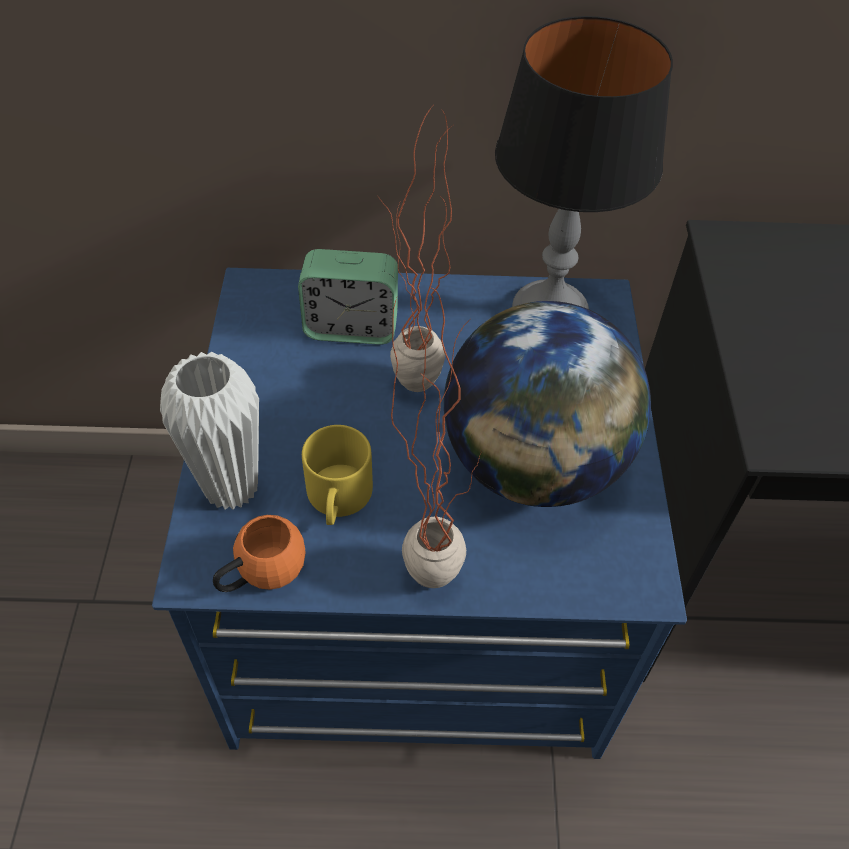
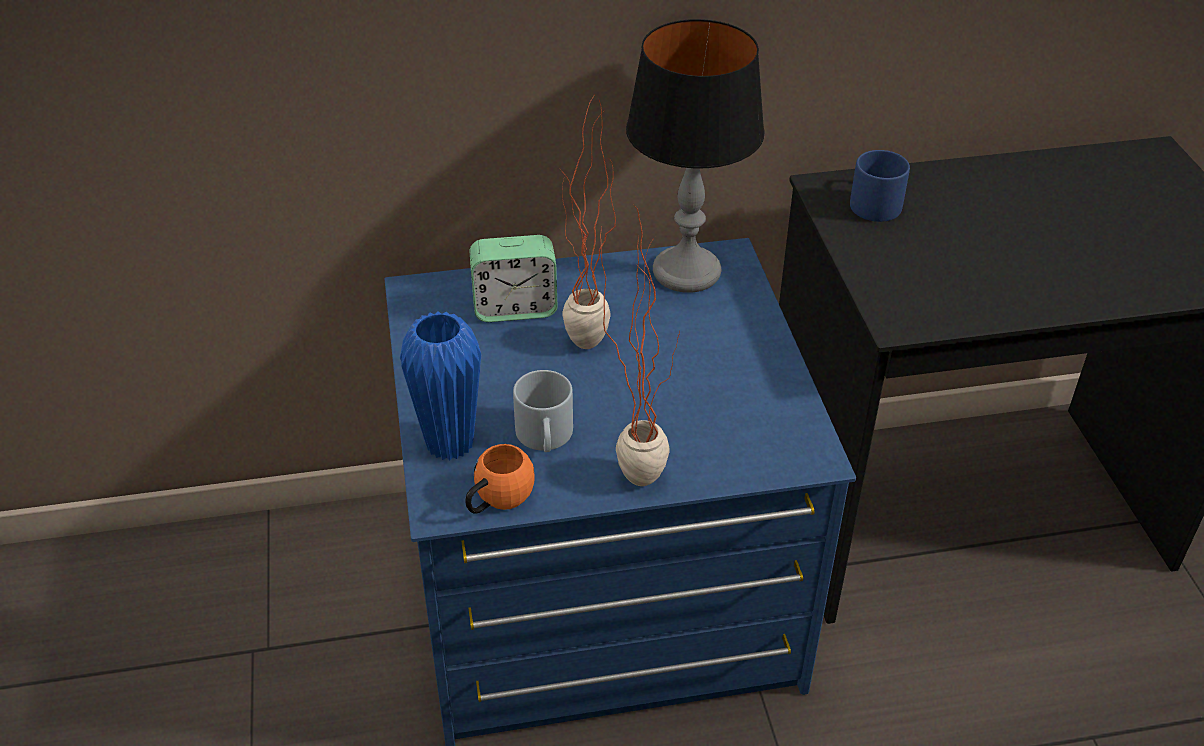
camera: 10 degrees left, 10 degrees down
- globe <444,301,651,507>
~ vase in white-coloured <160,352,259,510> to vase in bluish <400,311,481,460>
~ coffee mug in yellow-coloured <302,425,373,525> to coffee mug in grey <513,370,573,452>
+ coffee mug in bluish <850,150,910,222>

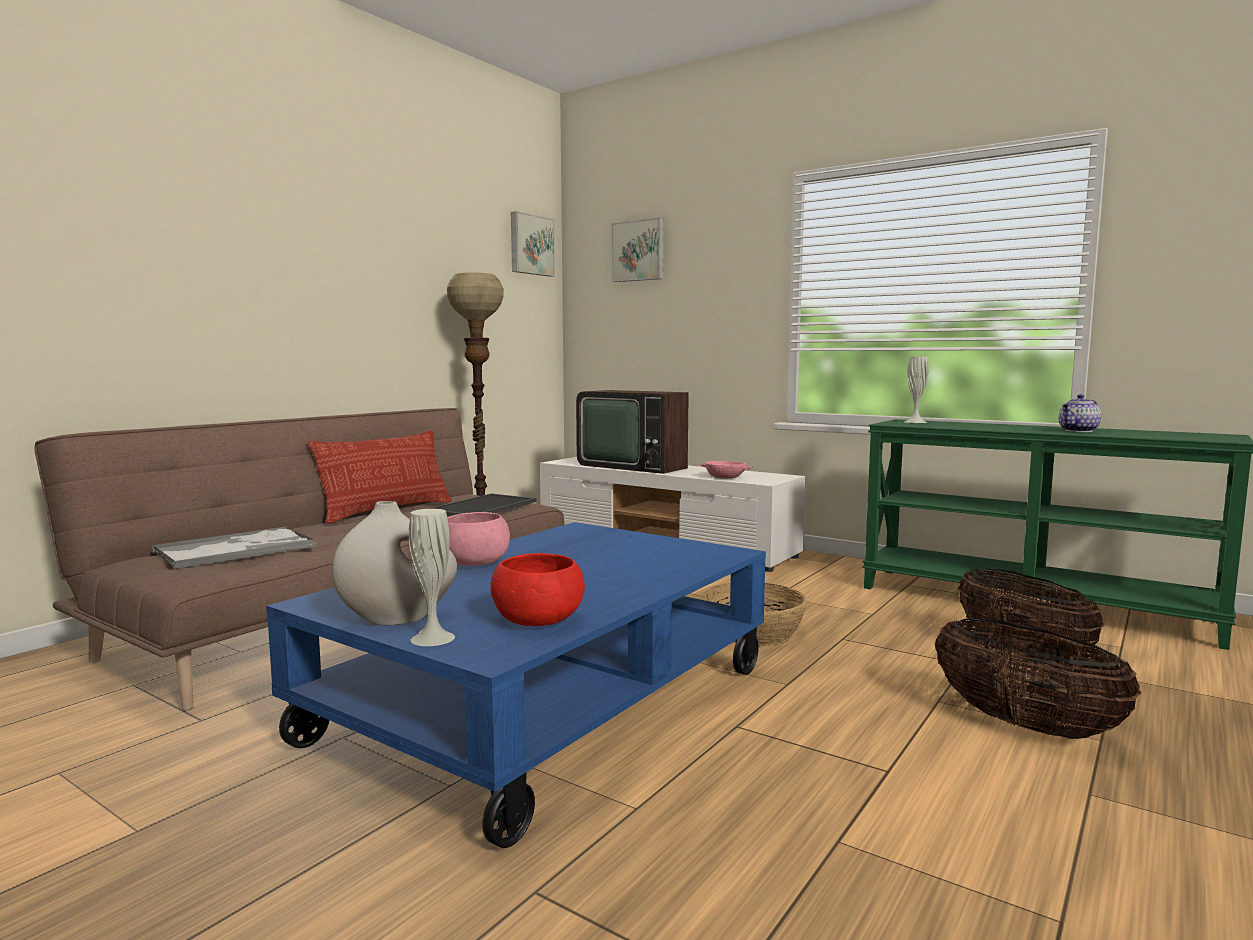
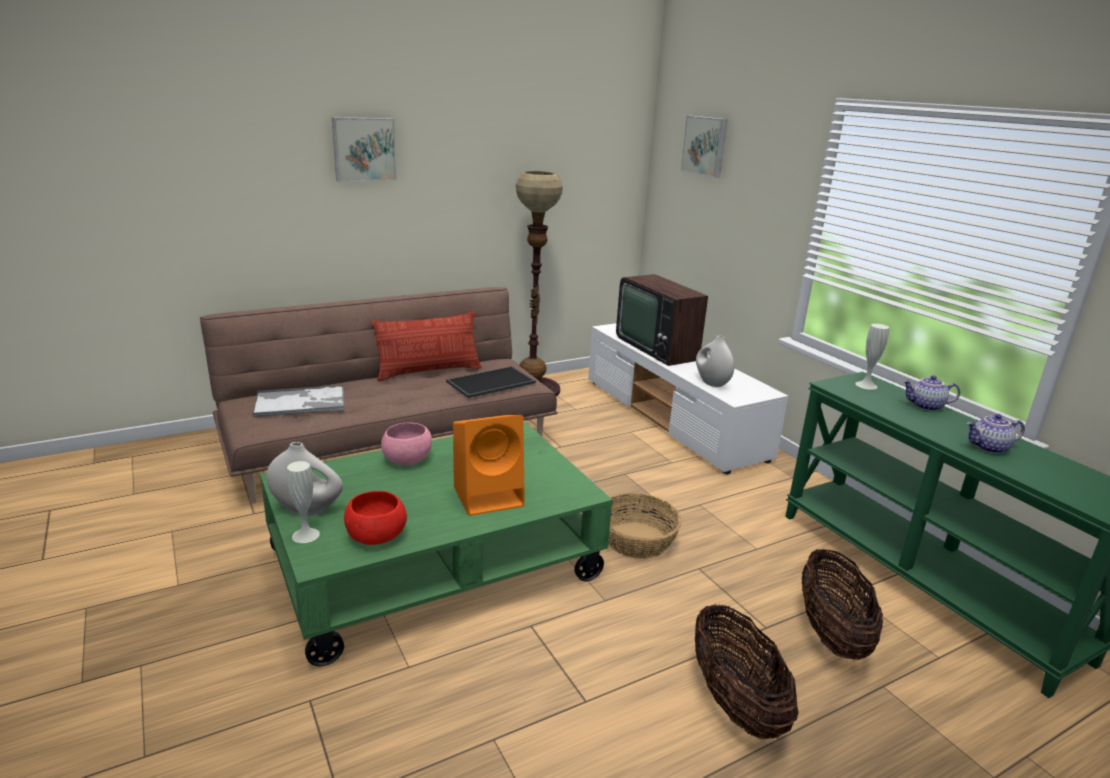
camera: 25 degrees right, 15 degrees up
~ picture <511,211,555,277> to <332,117,397,182>
~ deep dish in pinkish <700,461,753,479> to vase in white-coloured <696,335,734,387>
~ low table in bluish <266,522,766,848> to low table in greenish <260,422,612,666>
+ pot for tea <903,376,960,411>
+ speaker in orangey <453,415,525,516>

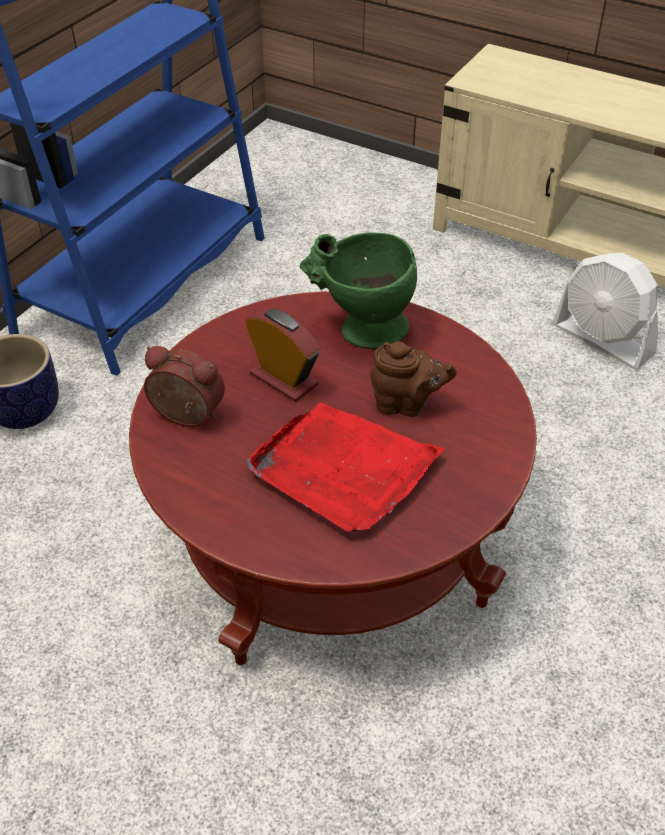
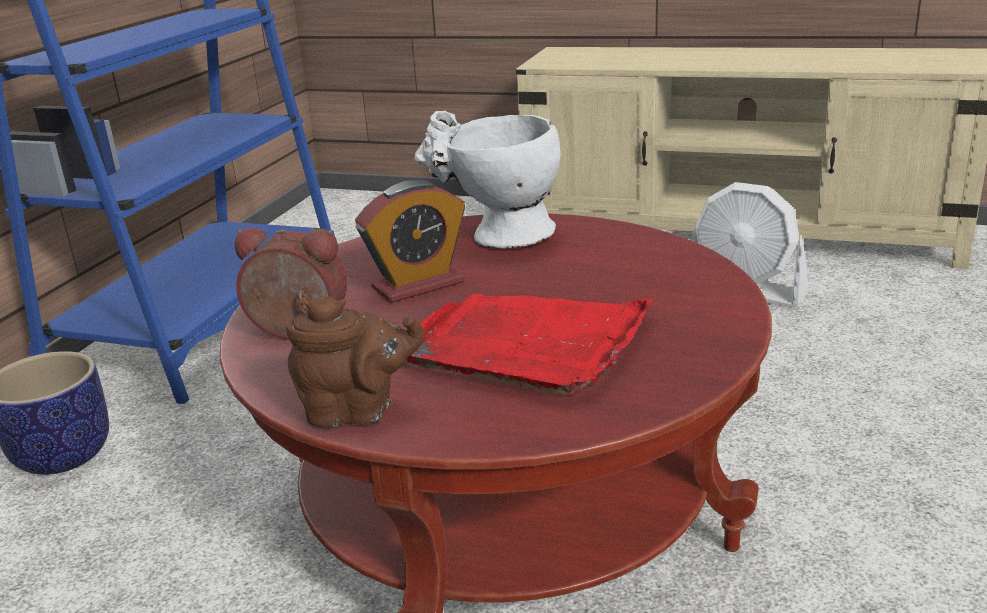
camera: 10 degrees left, 20 degrees down
~ vase in greenish <300,232,417,349> to vase in white-coloured <414,111,561,249>
~ table clock <245,308,320,402> = <355,180,465,303> 120 degrees clockwise
~ pot for tea in brownish <370,341,457,417> to <286,296,425,427>

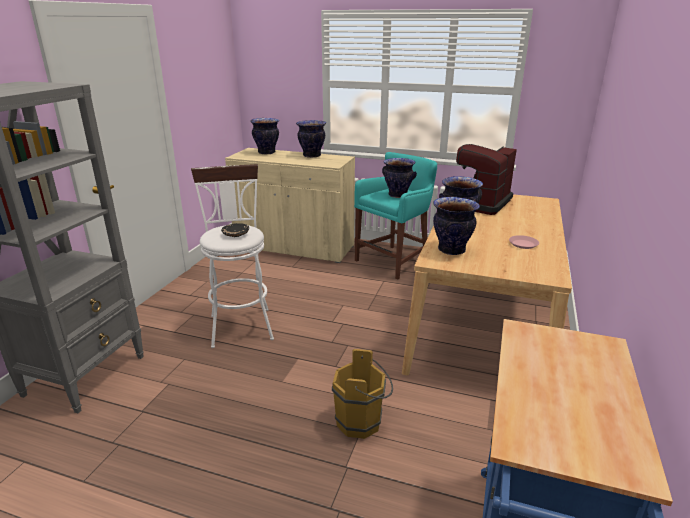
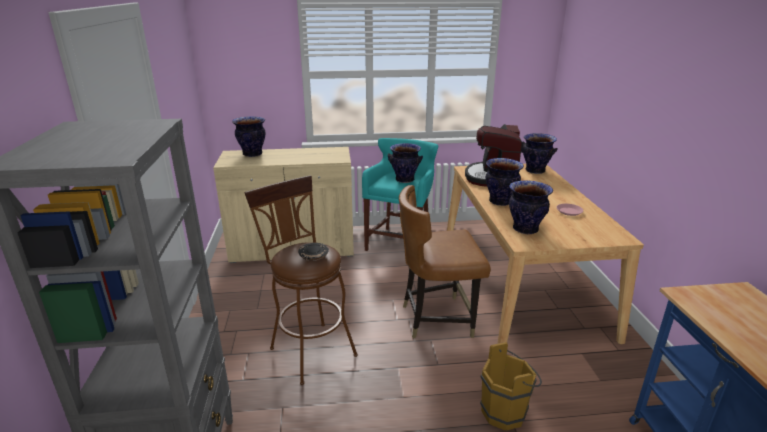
camera: 25 degrees left, 0 degrees up
~ vase <296,120,326,158> to <521,133,558,174>
~ stool seat in white-coloured <191,164,274,348> to stool seat in brownish <244,175,358,385>
+ chair in brownish <399,185,491,339>

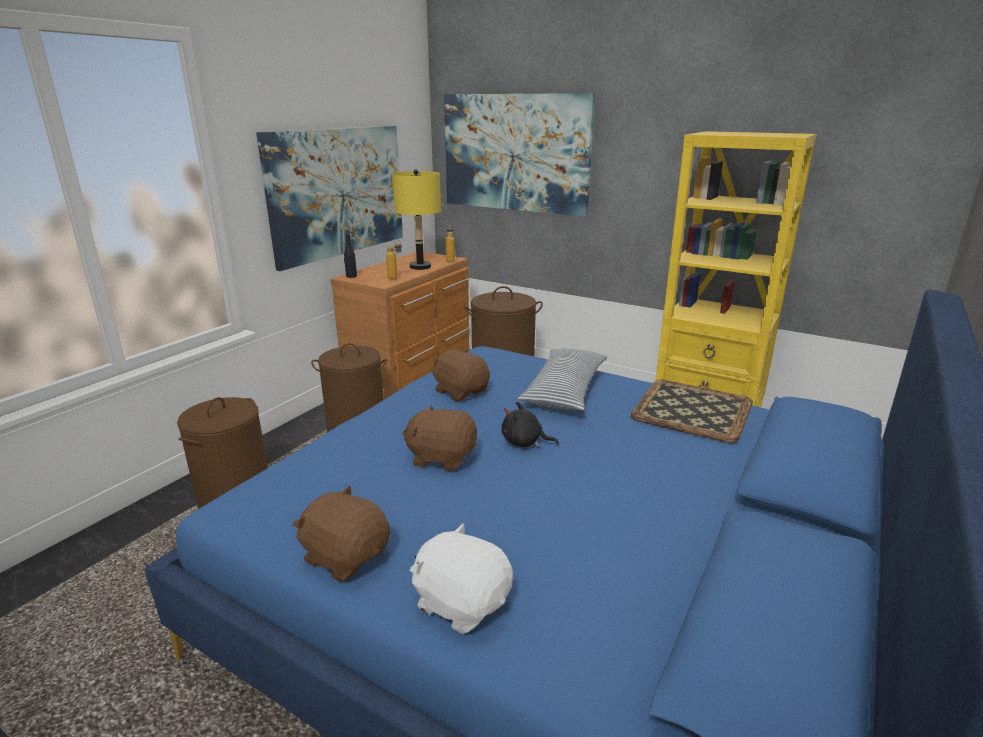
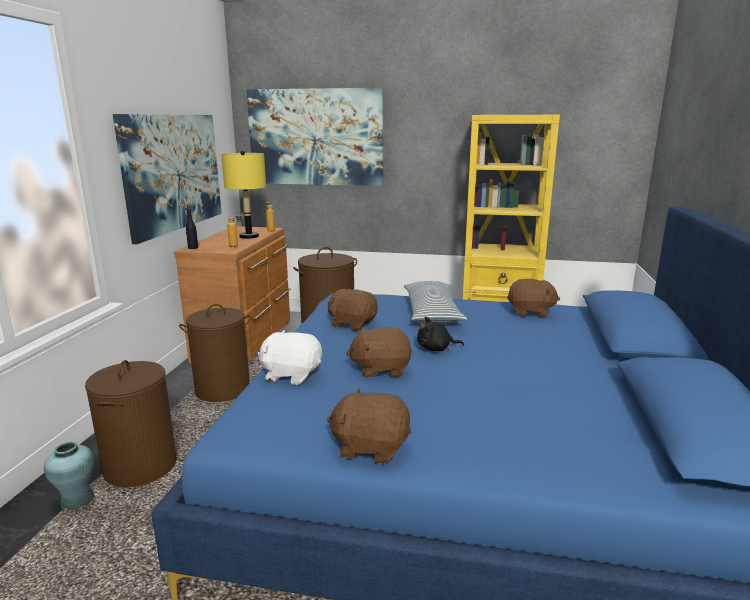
camera: 20 degrees left, 5 degrees down
~ tray <630,379,753,443> to cuddly toy in brownish <507,279,560,317>
~ cuddly toy in white-coloured <410,524,513,634> to <258,330,322,385>
+ vase in turquoise-coloured <44,442,94,509>

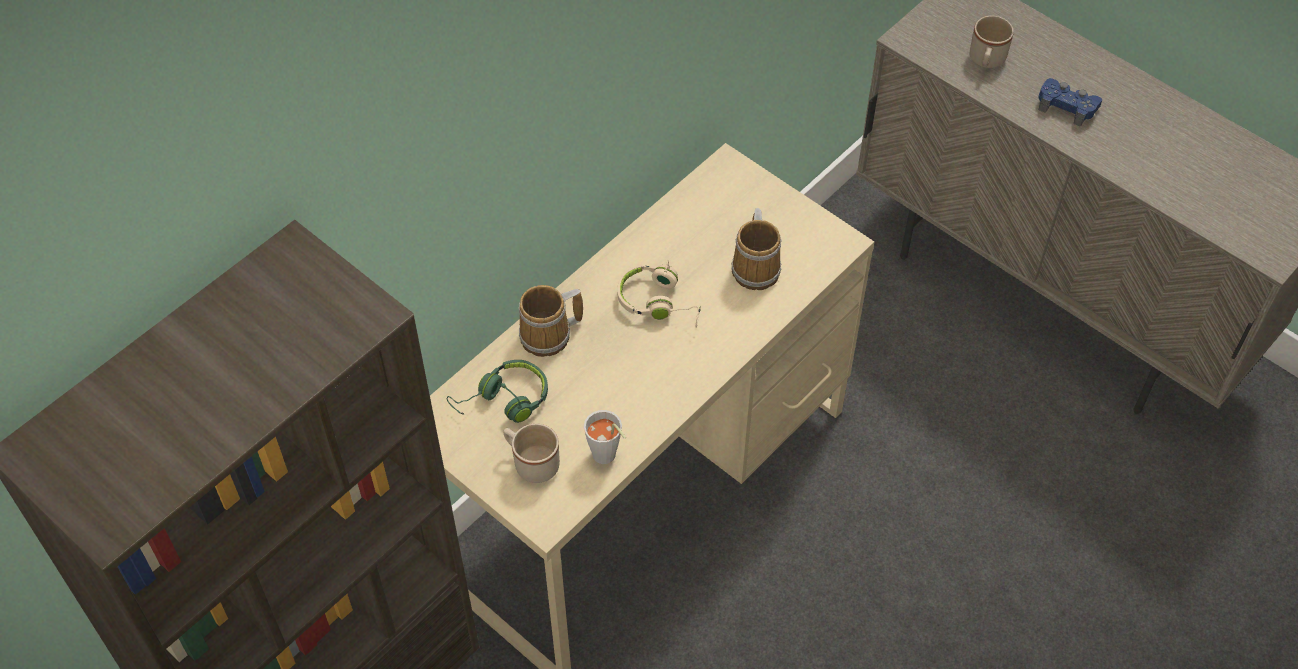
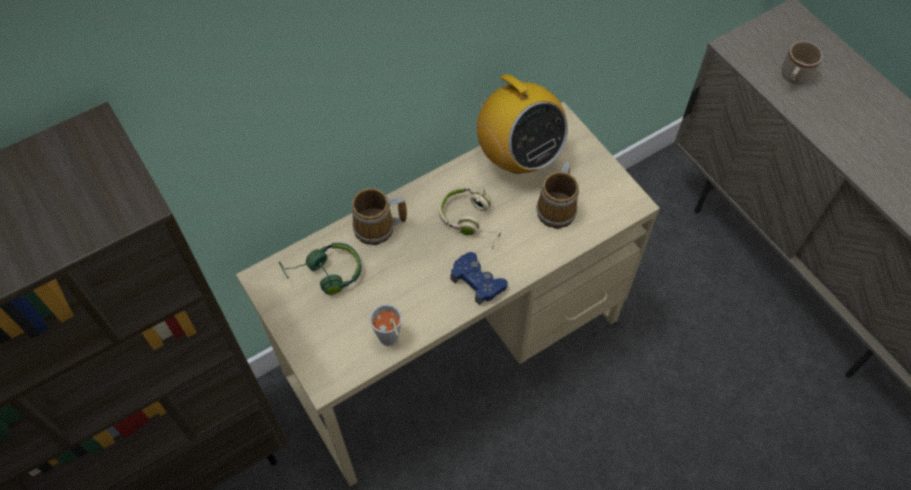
camera: 15 degrees right, 5 degrees up
~ gamepad in bluish <1039,78,1102,127> to <451,252,508,305>
- coffee mug in beige-coloured <504,424,560,483>
+ radio <473,74,568,174>

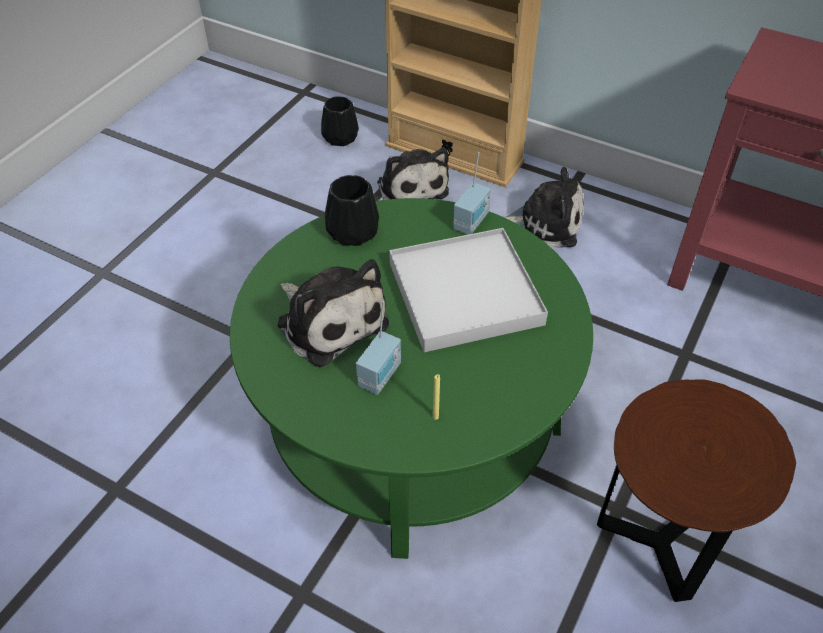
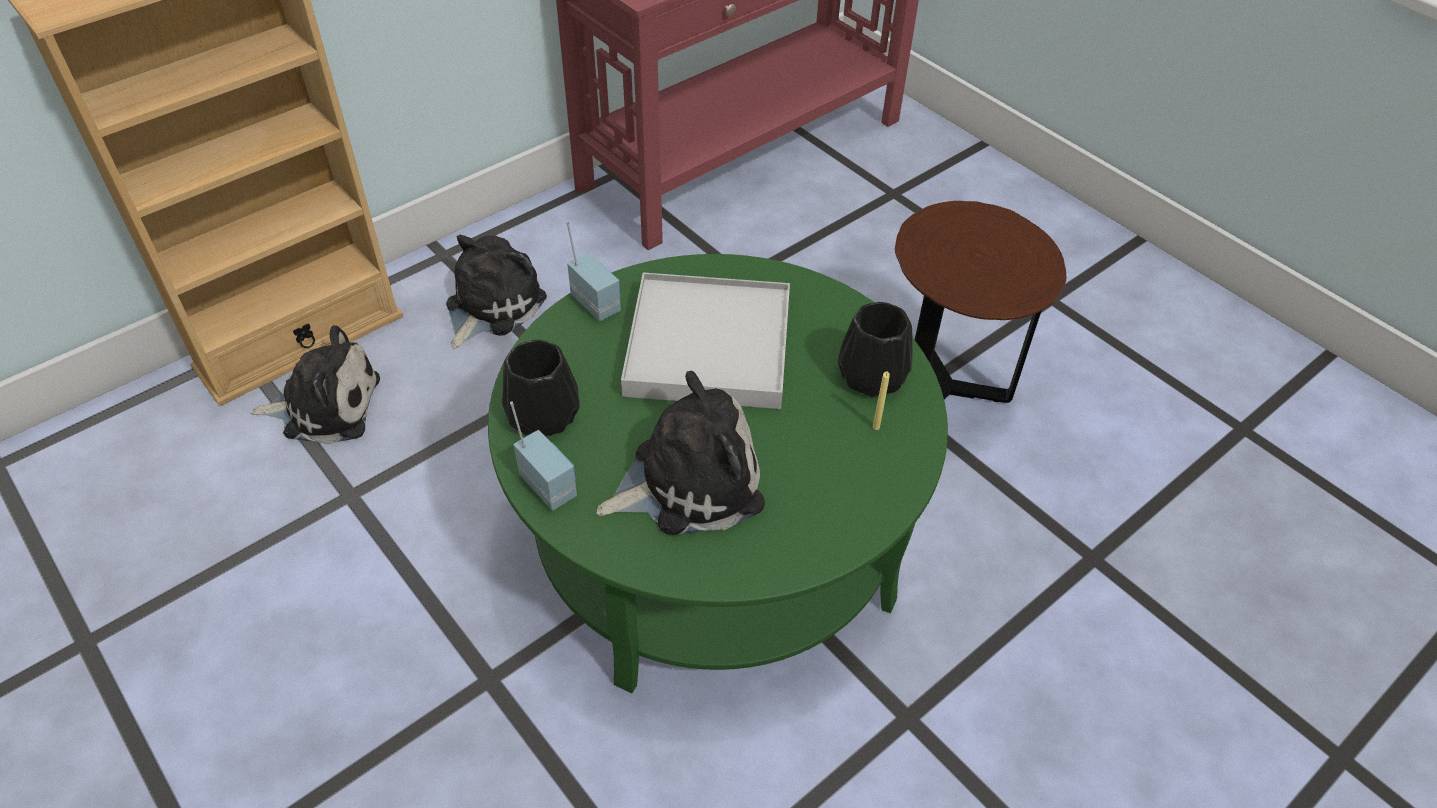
camera: 70 degrees left, 0 degrees up
~ vase in blackish <321,96,359,146> to <838,302,912,397>
~ radio <356,301,401,395> to <510,401,577,511>

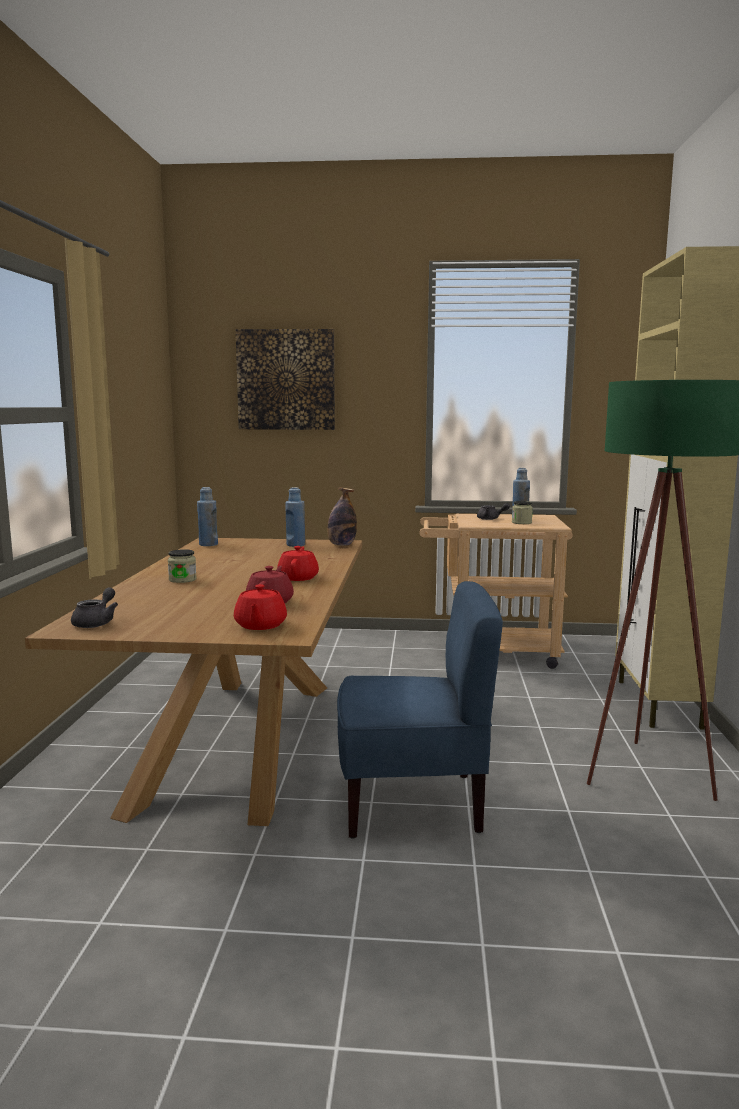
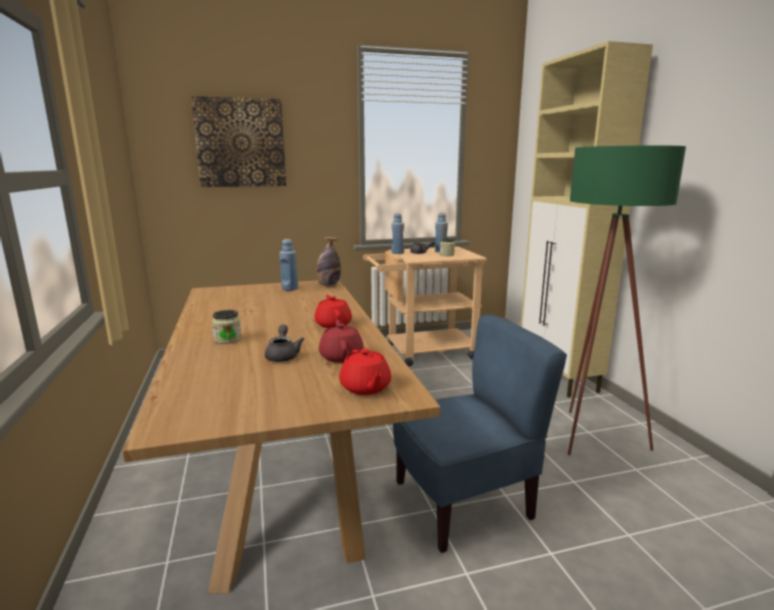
camera: 20 degrees left, 5 degrees up
~ bottle in bluish <197,487,218,546> to <391,213,404,254>
~ pot for tea in grey <71,587,118,628> to <265,325,304,362>

